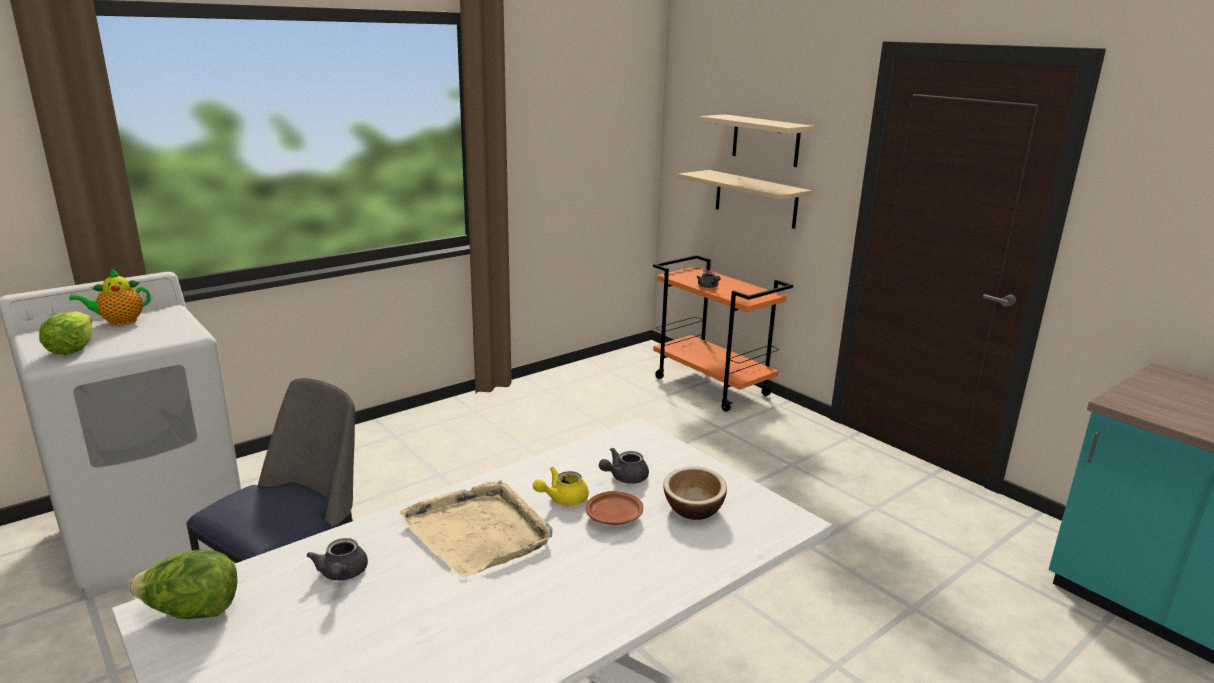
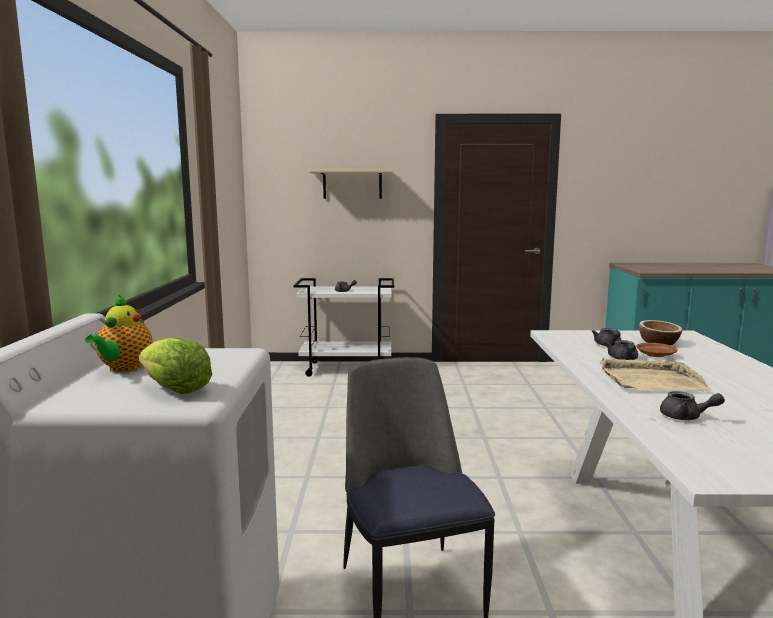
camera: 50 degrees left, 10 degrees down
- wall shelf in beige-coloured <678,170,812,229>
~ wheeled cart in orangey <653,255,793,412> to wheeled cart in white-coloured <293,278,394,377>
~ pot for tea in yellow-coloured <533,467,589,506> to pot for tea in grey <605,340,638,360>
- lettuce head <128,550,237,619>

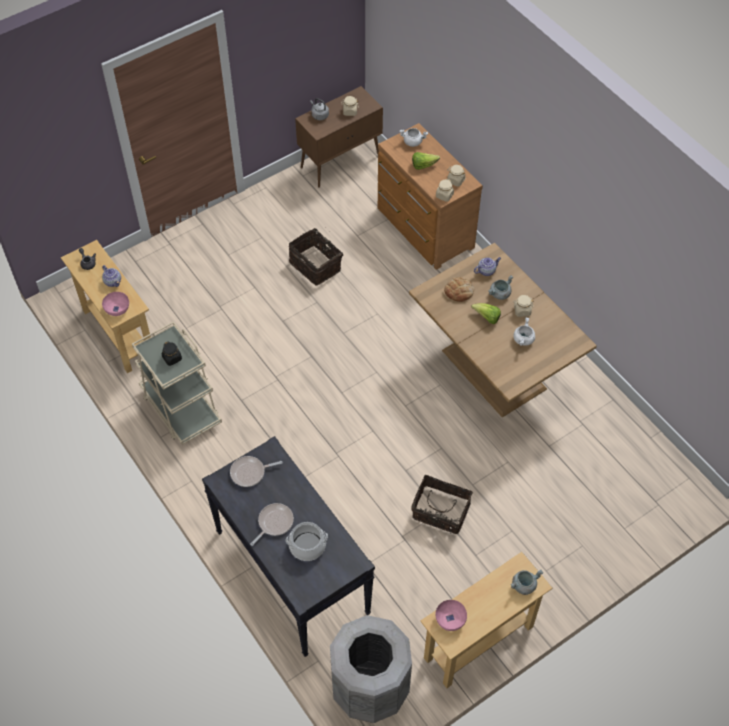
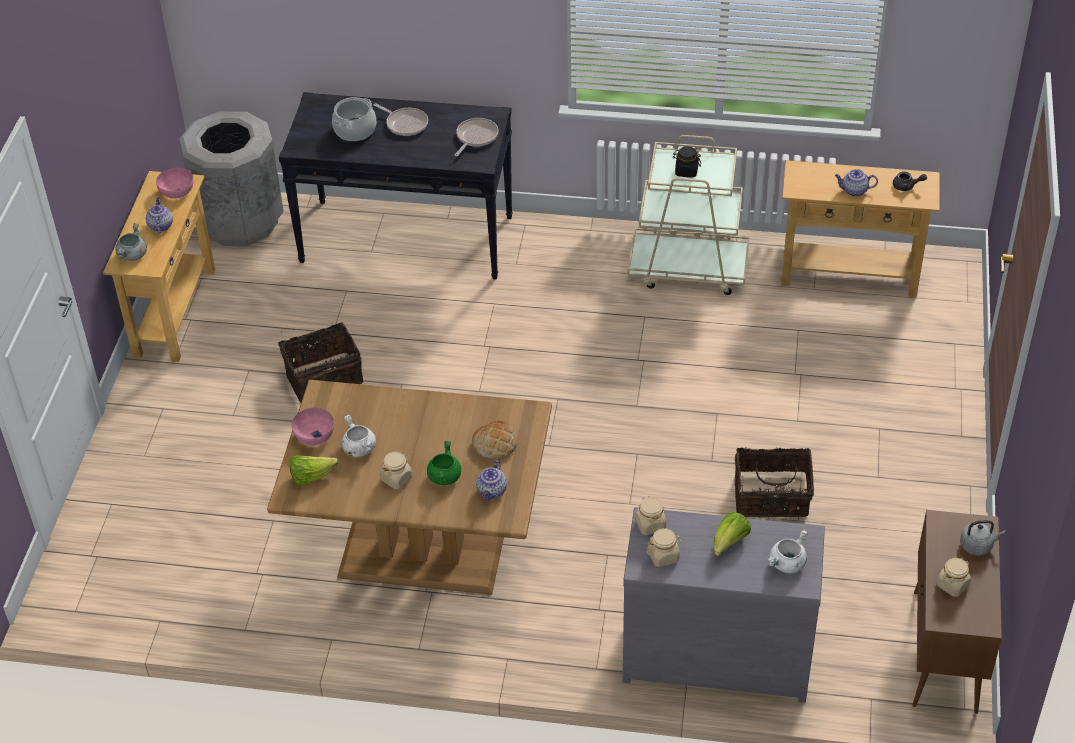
camera: 135 degrees right, 10 degrees down
~ drawer chest in brownish <378,123,483,270> to drawer chest in grey <623,507,825,703>
~ cooking pot in grey <488,275,513,300> to cooking pot in greenish <427,441,461,485>
~ deep dish in pinkish <102,292,129,316> to <292,408,334,445>
~ lettuce head <471,303,501,324> to <289,455,338,485>
~ skillet <250,503,294,546> = <373,103,428,136> 45 degrees counterclockwise
+ pot for tea <146,198,173,234>

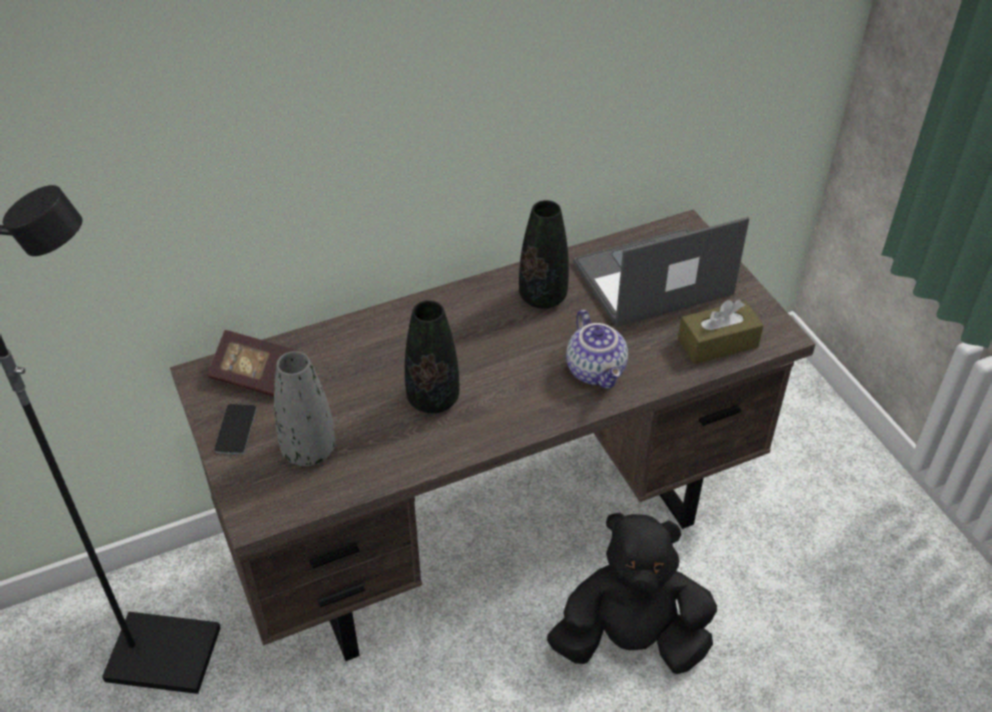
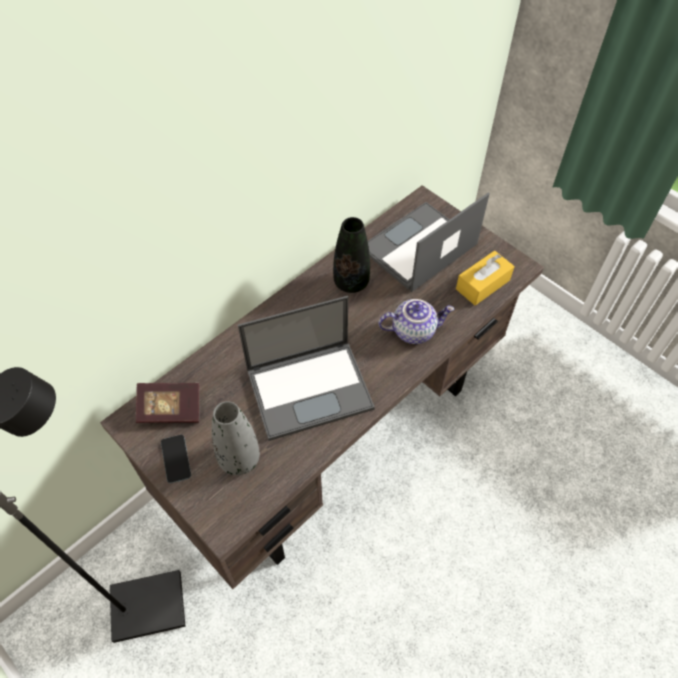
camera: 20 degrees left, 10 degrees up
~ vase in blackish <405,300,459,413> to laptop <238,296,375,441>
~ box of tissues in brownish <678,300,764,364> to box of tissues in yellow-coloured <456,251,515,305>
~ pot for tea <566,309,628,388> = <379,299,454,344> 60 degrees counterclockwise
- cuddly toy in blackish <547,512,717,674>

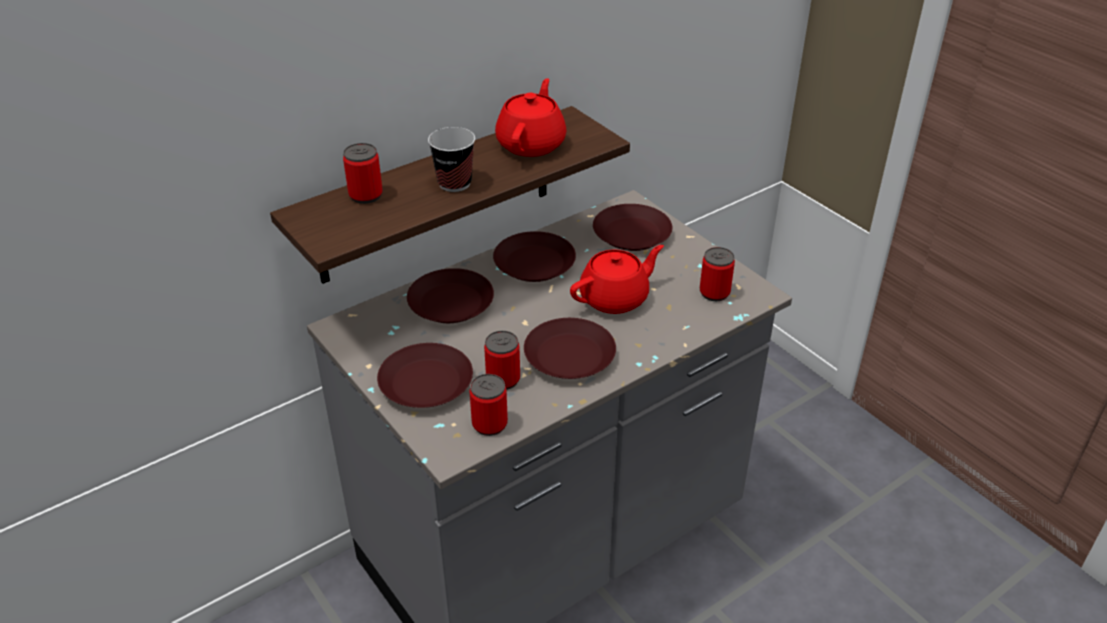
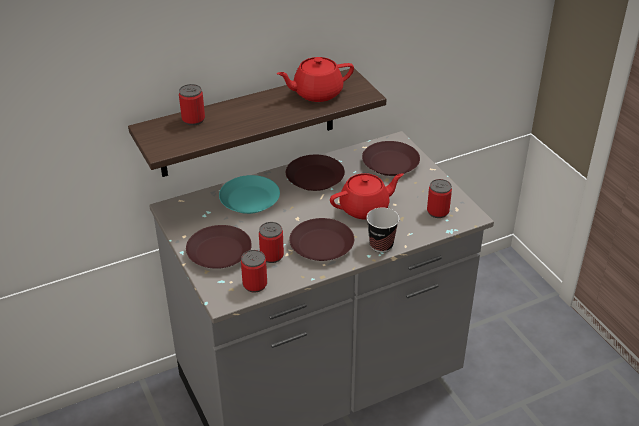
camera: 10 degrees right, 0 degrees up
~ pot for tea in red-coloured <495,78,566,157> = <277,57,354,102> 135 degrees counterclockwise
~ drinking cup <428,127,475,192> to <366,208,399,253>
~ plate in brownish <407,268,494,323> to plate in turquoise-coloured <219,175,280,214>

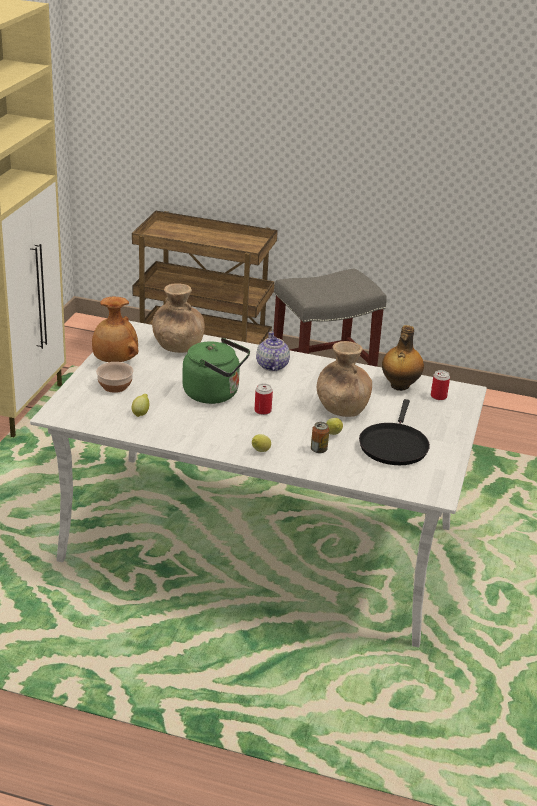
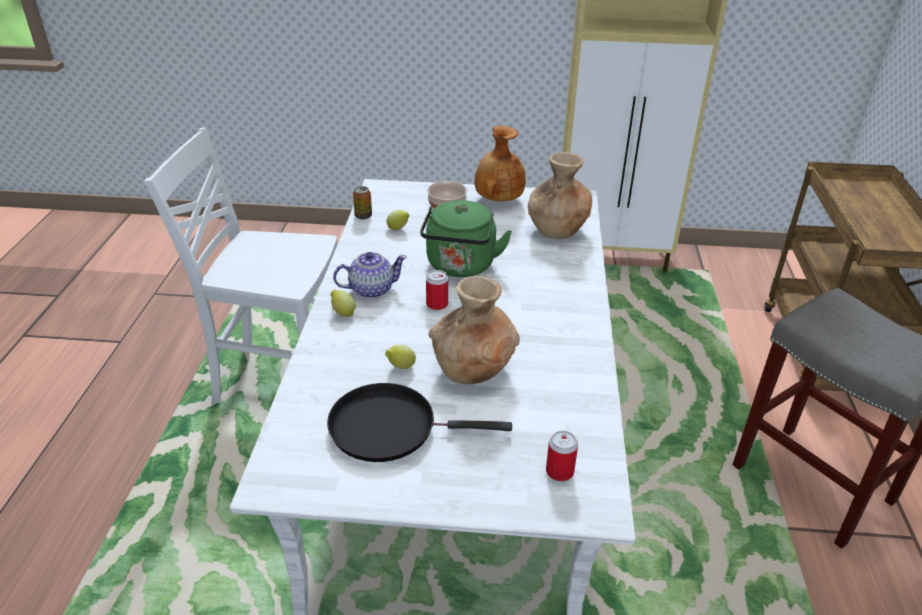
camera: 80 degrees right, 5 degrees up
- bottle <382,325,424,391>
~ pot for tea <256,331,290,371> to <333,252,407,298>
~ sealed can <311,422,329,453> to <353,186,372,220>
+ chair in white-coloured <144,127,337,403>

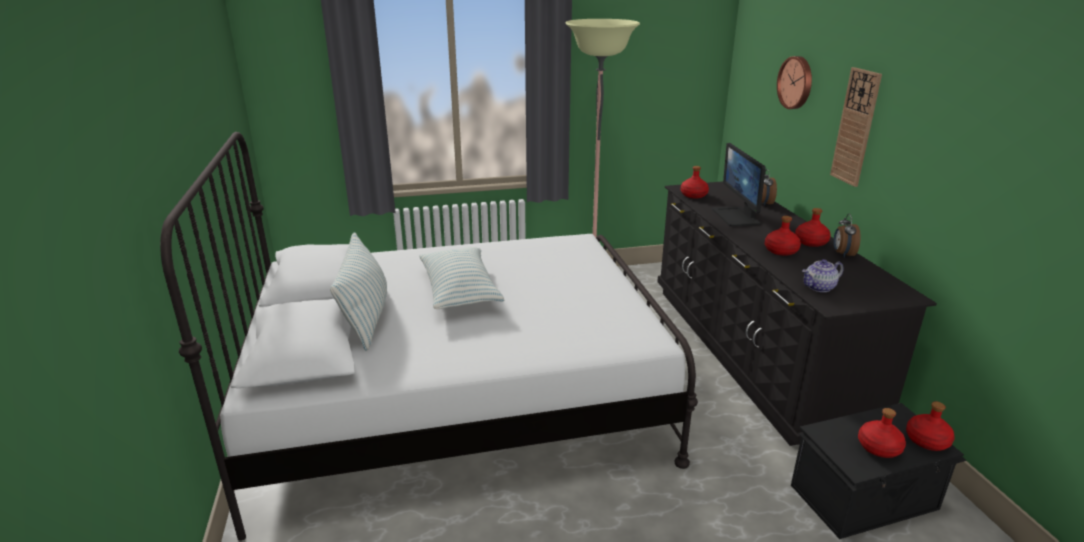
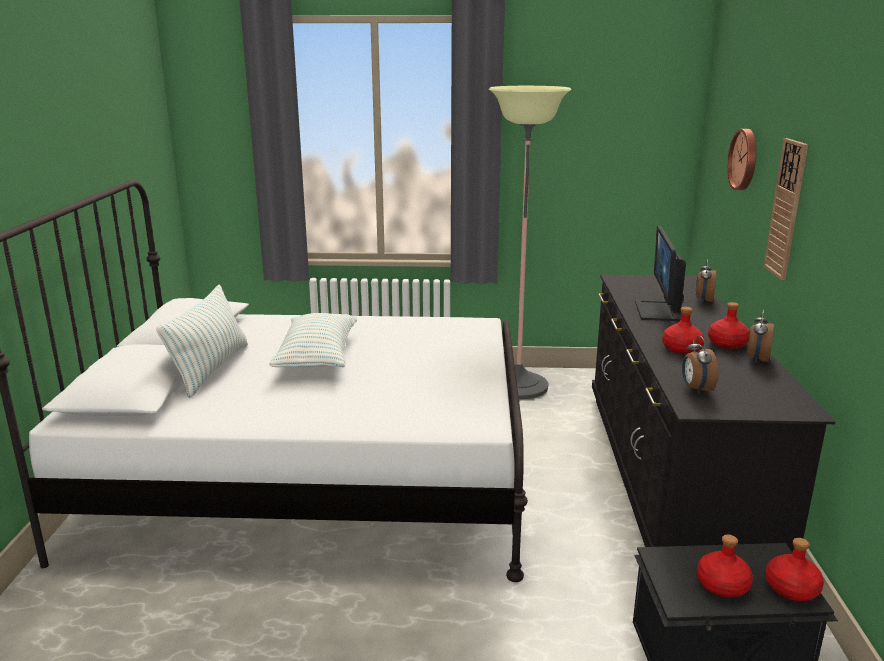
camera: 15 degrees right, 5 degrees down
- bottle in red-coloured <681,166,709,199>
~ pot for tea <802,259,844,292> to table clock <682,335,718,394>

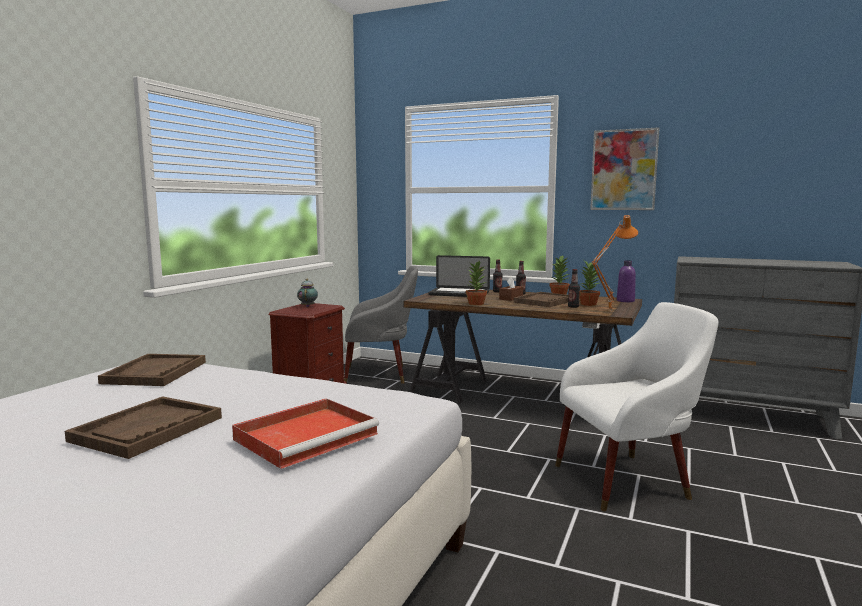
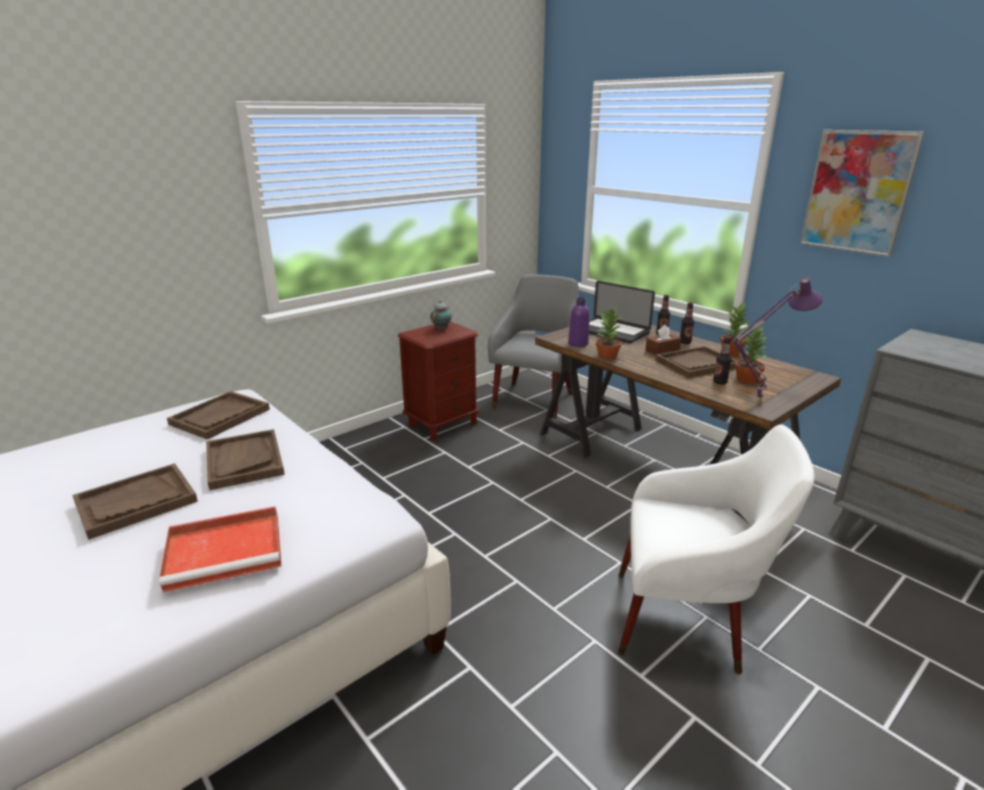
camera: 25 degrees right, 15 degrees up
~ tabletop lamp in orangey <592,215,638,311> to tabletop lamp in purple <732,277,822,400>
~ bottle in purple <617,260,636,302> to <568,298,589,347>
~ lounge chair in grey <344,266,418,384> = <488,274,579,419> 90 degrees counterclockwise
+ tray in brownish <206,429,285,490>

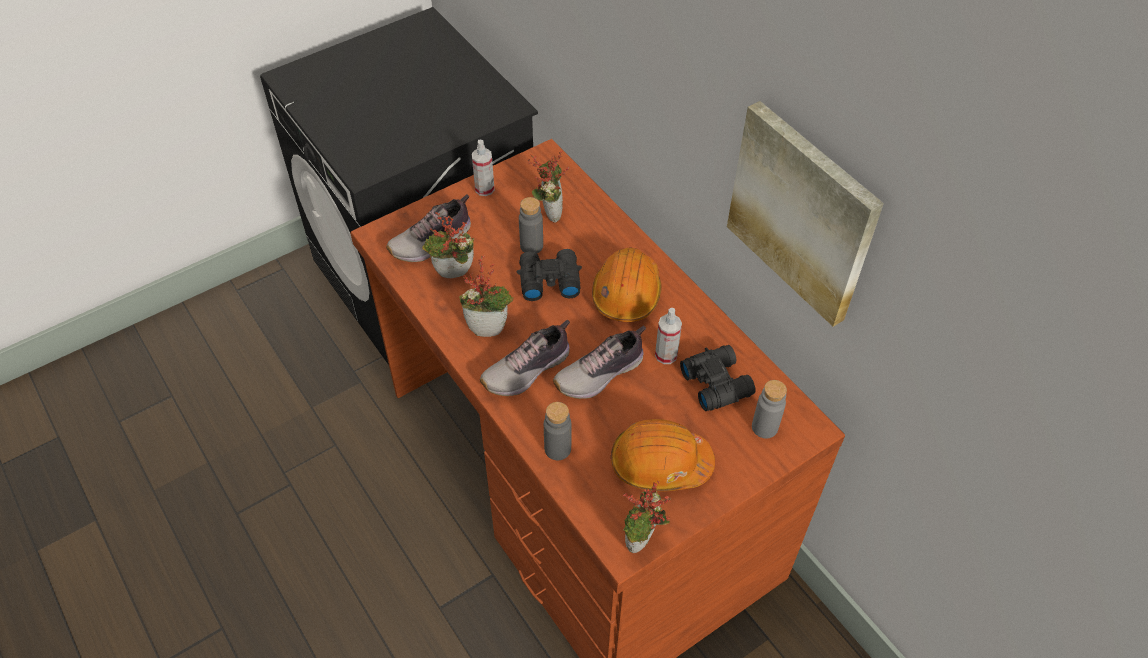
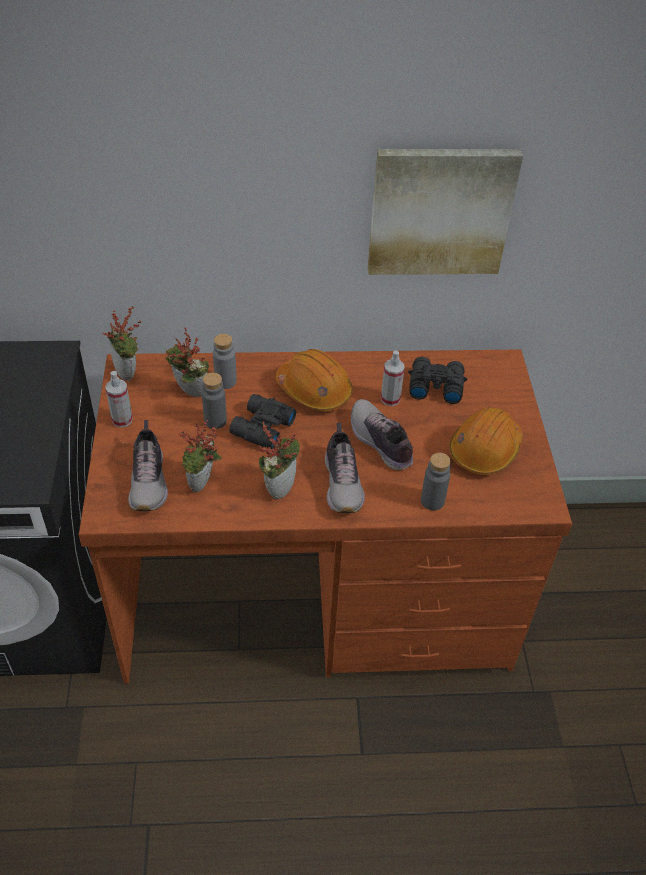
camera: 60 degrees left, 5 degrees down
~ shoe <553,326,646,399> = <351,399,413,470> 150 degrees clockwise
~ bottle in grey <752,380,787,438> to <213,334,237,389>
~ houseplant <623,481,671,553> to <103,306,141,381>

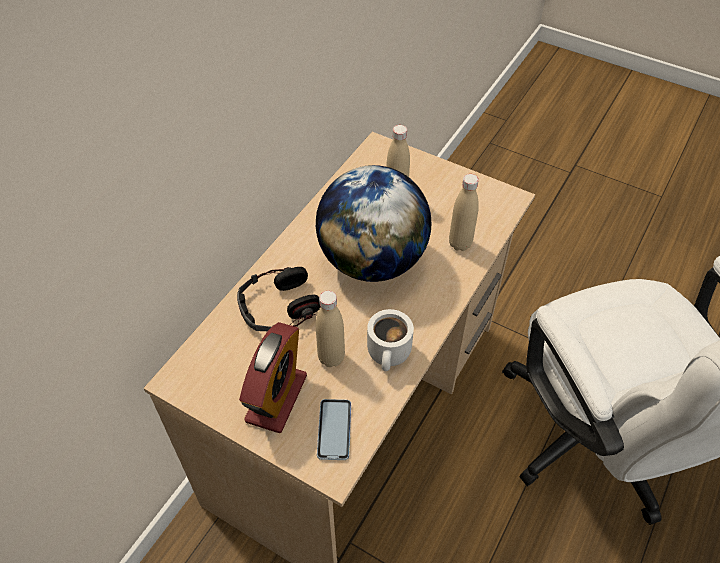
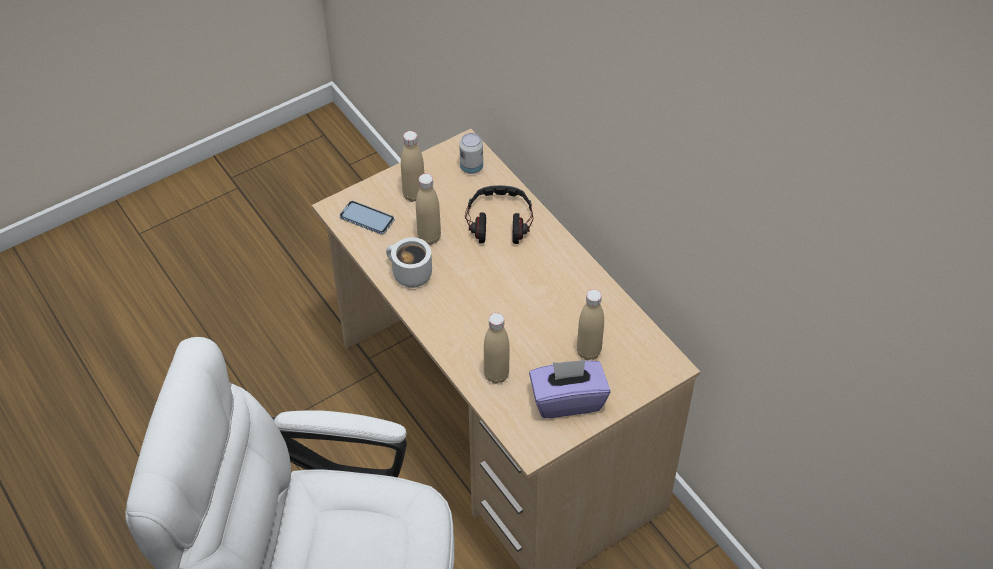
camera: 115 degrees right, 0 degrees up
- globe <316,165,431,282>
~ table clock <239,322,307,433> to bottle in beige-coloured <401,131,424,202>
+ sealed can <459,133,483,174>
+ box of tissues in purple <529,360,610,418>

